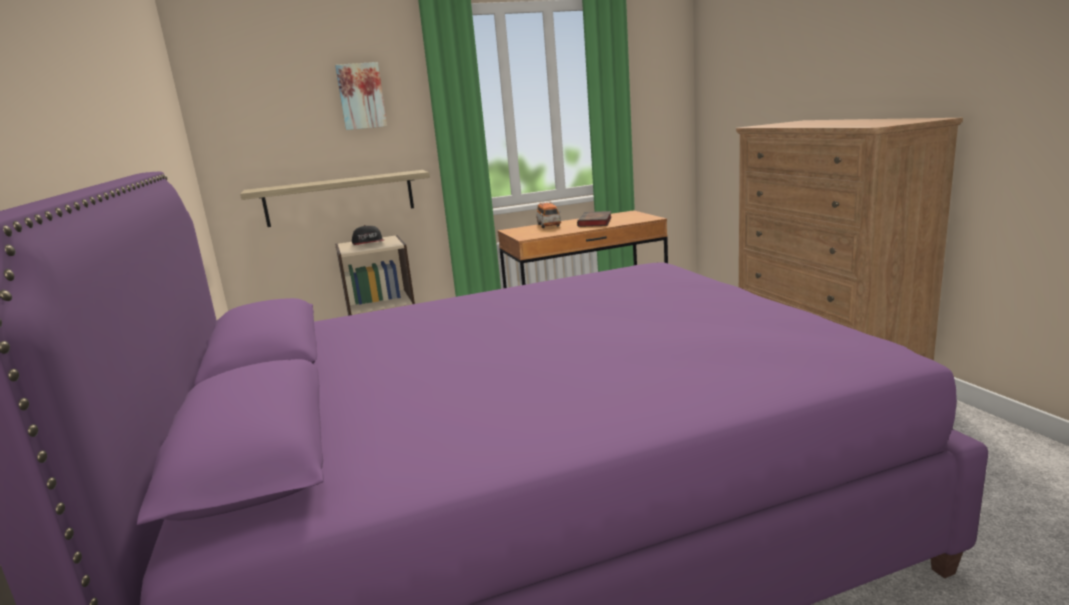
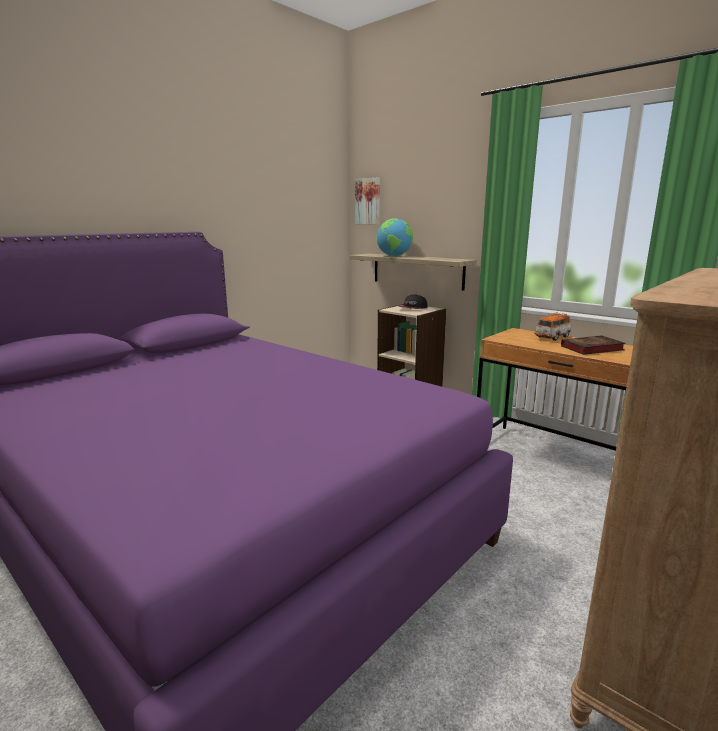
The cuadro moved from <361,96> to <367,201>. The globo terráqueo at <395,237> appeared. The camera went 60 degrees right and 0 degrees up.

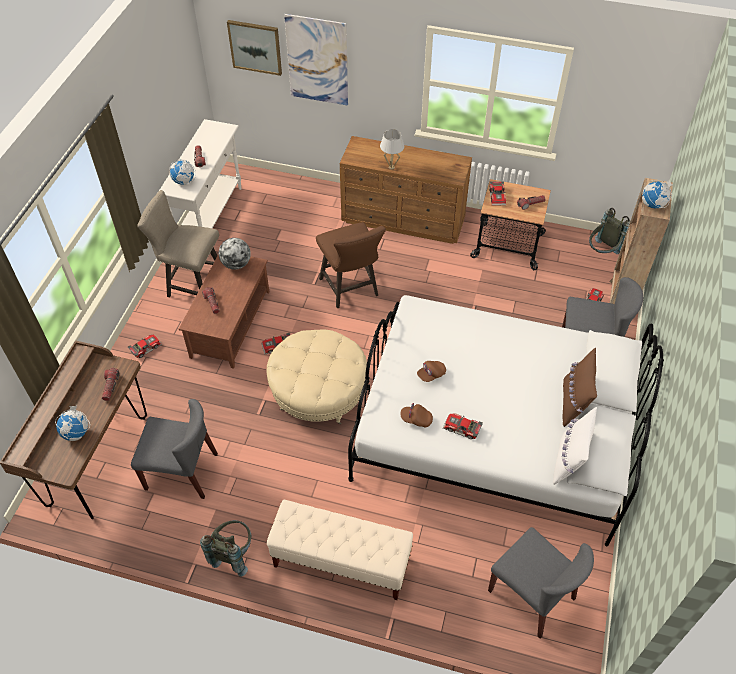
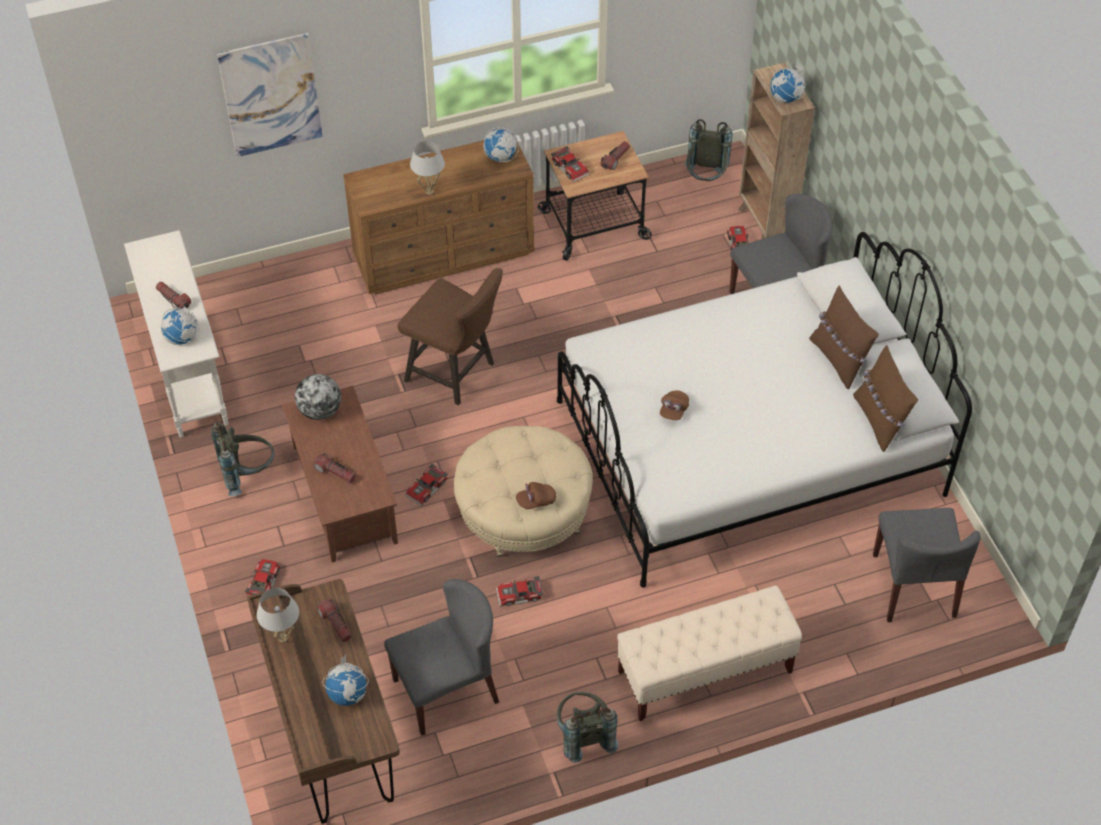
The taburete [beis] at <178,243> was replaced by the mochila [gris] at <242,459>. The lámpara de mesa [blanco] at <278,615> appeared. The globo terráqueo at <501,144> appeared. The coche de juguete moved from <463,426> to <519,591>. The gorra [marrón] moved from <416,415> to <536,495>. The cojín [blanco] at <575,446> became the cojín [marrón] at <885,398>. The silla [gris] at <541,583> turned 75 degrees clockwise. The cuadro at <254,48> disappeared. The camera went 35 degrees left and 0 degrees up.

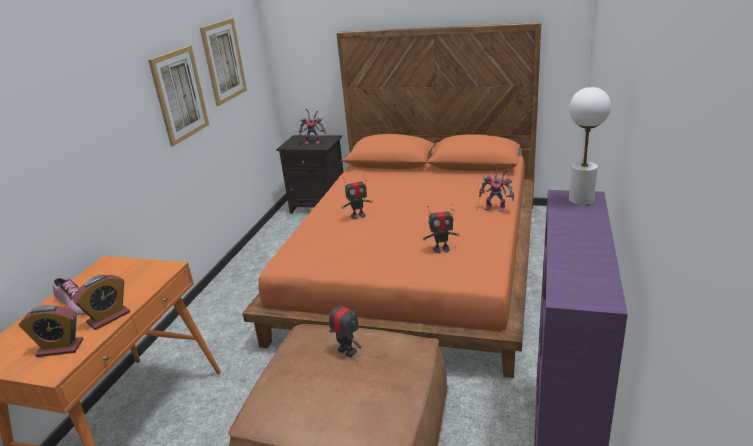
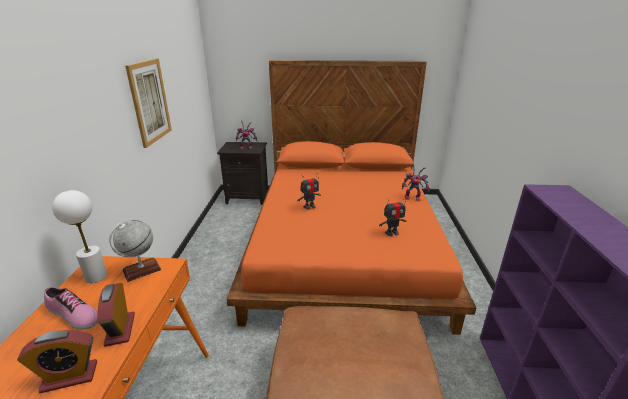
The lámpara de mesa [blanco] moved from <590,146> to <80,236>. The despertador at <101,302> turned 135 degrees clockwise. The globo terráqueo at <135,251> appeared. The cuadro at <223,62> disappeared. The robot de juguete at <345,327> disappeared. The camera went 15 degrees left and 0 degrees up.

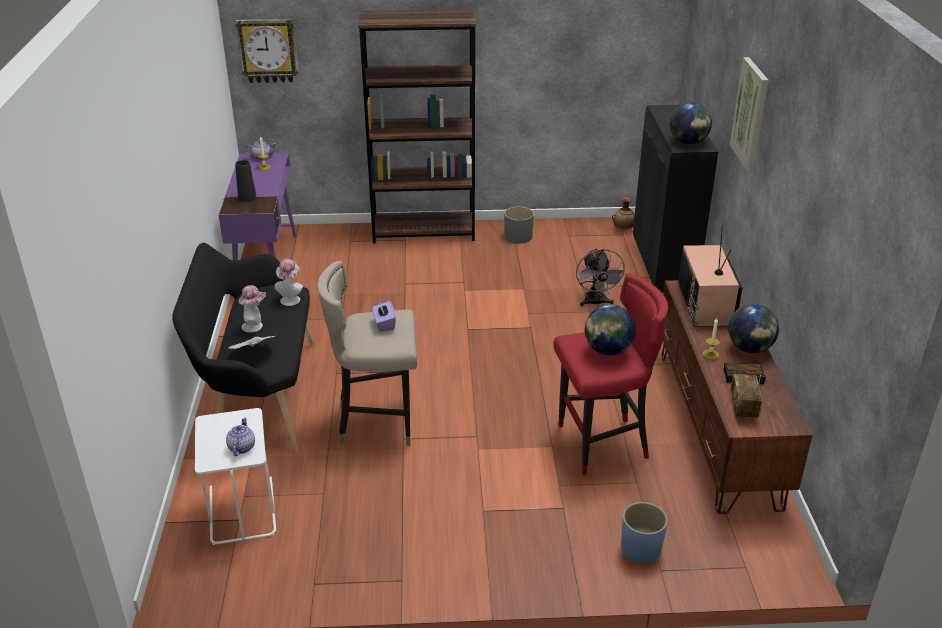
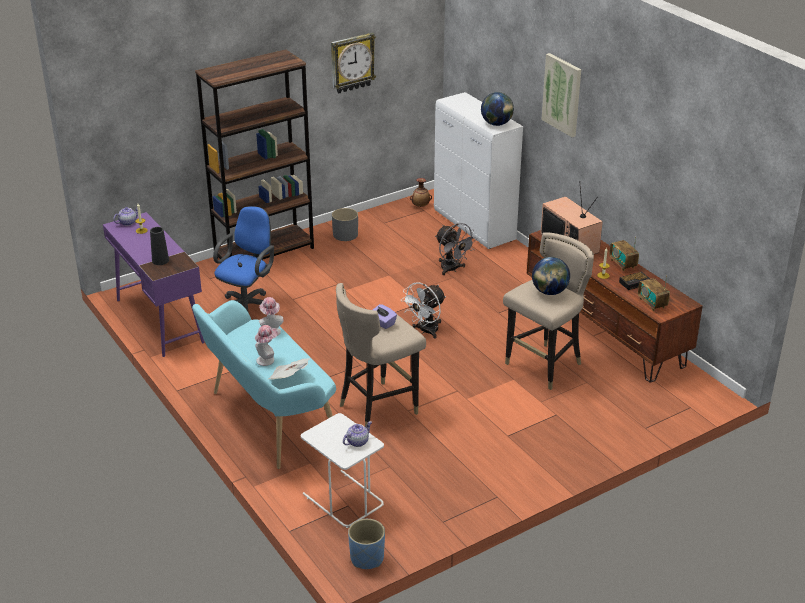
The banco [negro] at <243,347> became the banco [turquesa] at <264,384>. The silla de oficina [azul] at <243,259> appeared. The reloj de pared moved from <267,51> to <353,63>. The tetera at <240,436> turned 75 degrees clockwise. The maceta [azul] moved from <644,533> to <366,544>. The ventilador [blanco] at <423,310> appeared. The armario [negro] at <675,199> became the armario [blanco] at <478,170>. The taburete [rojo] at <611,375> became the taburete [beis] at <548,311>. The globo terráqueo at <753,328> was replaced by the radio at <624,254>. The camera went 30 degrees left and 0 degrees up.

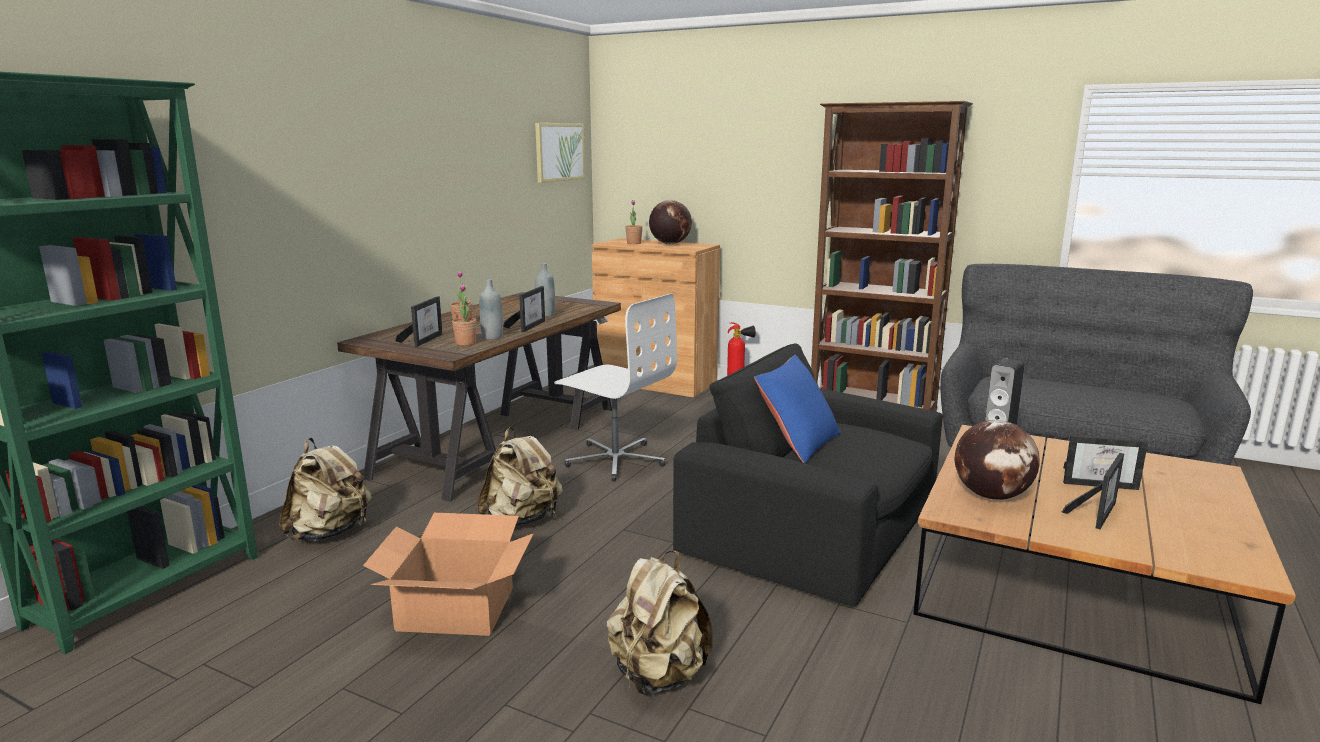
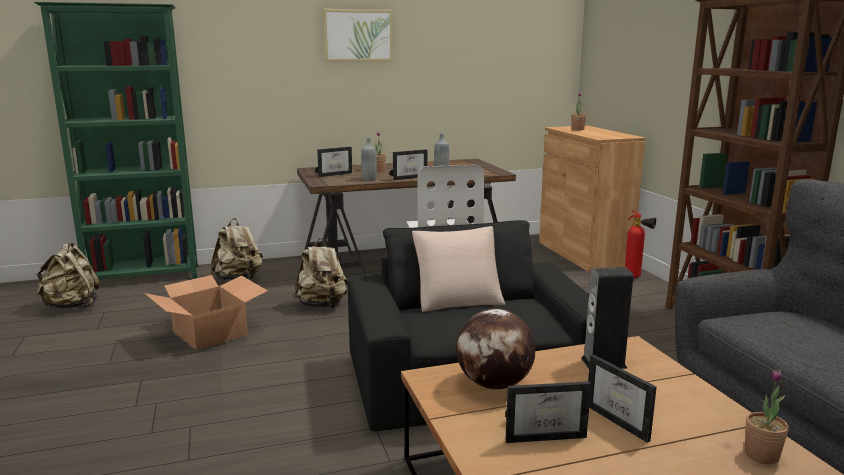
The mochila [beis] moved from <660,623> to <68,275>. The cuadro moved from <560,153> to <357,35>. The cojín [azul] at <797,409> became the cojín [beis] at <458,269>. The planta en maceta moved from <464,315> to <767,416>. The globo terráqueo at <670,222> disappeared. The camera went 45 degrees right and 0 degrees up.

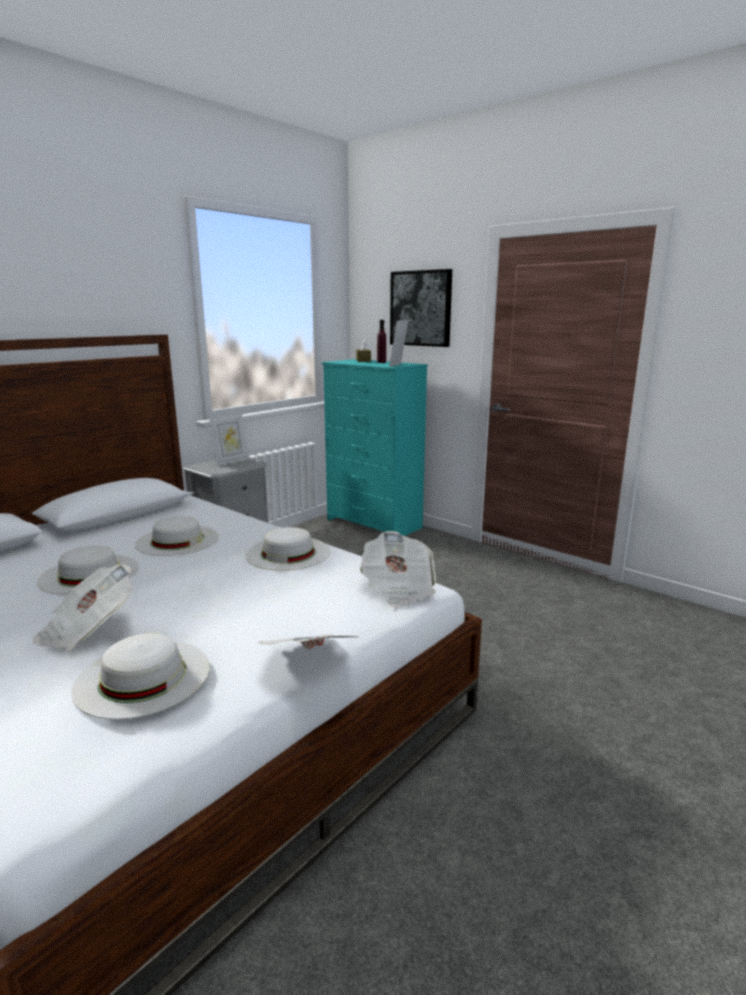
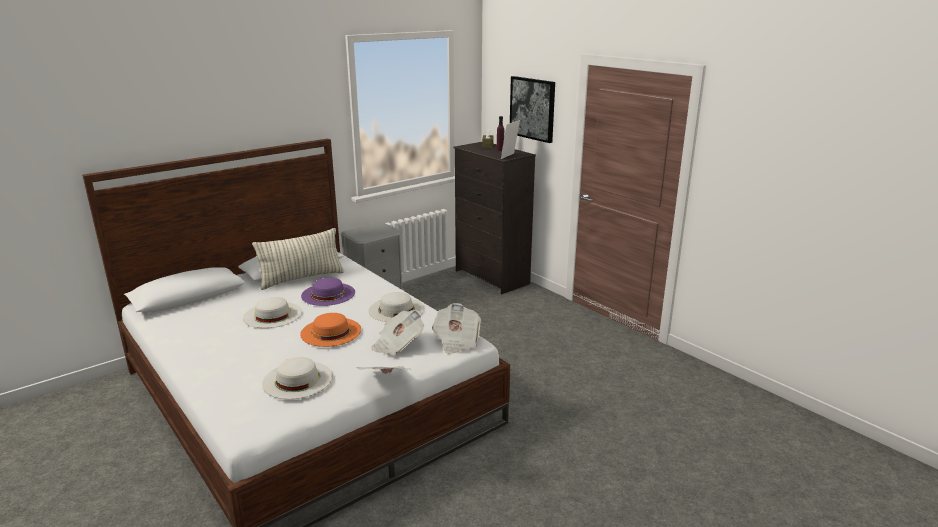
The cojín at <298,259> appeared. The sombrero [naranja] at <330,330> appeared. The sombrero [blanco] at <177,536> became the sombrero [morado] at <328,292>. The periódico moved from <83,607> to <397,333>. The cómoda [turquesa] at <375,447> became the cómoda [negro] at <494,218>. The portarretratos at <229,439> disappeared. The camera went 10 degrees right and 5 degrees up.

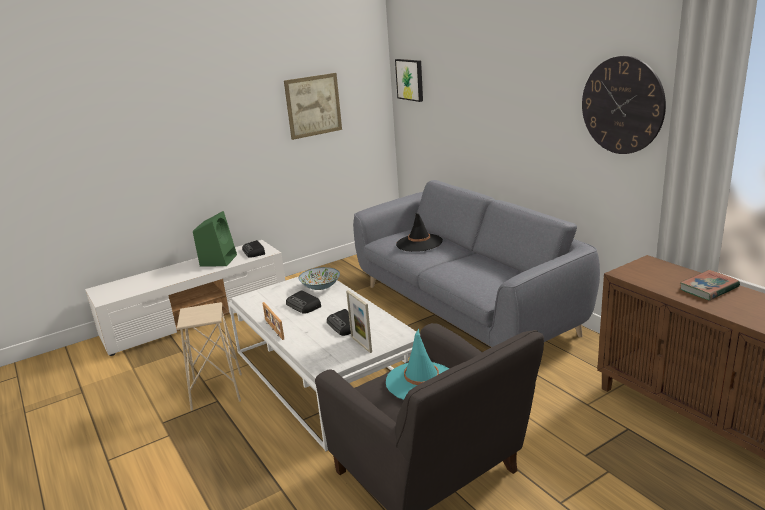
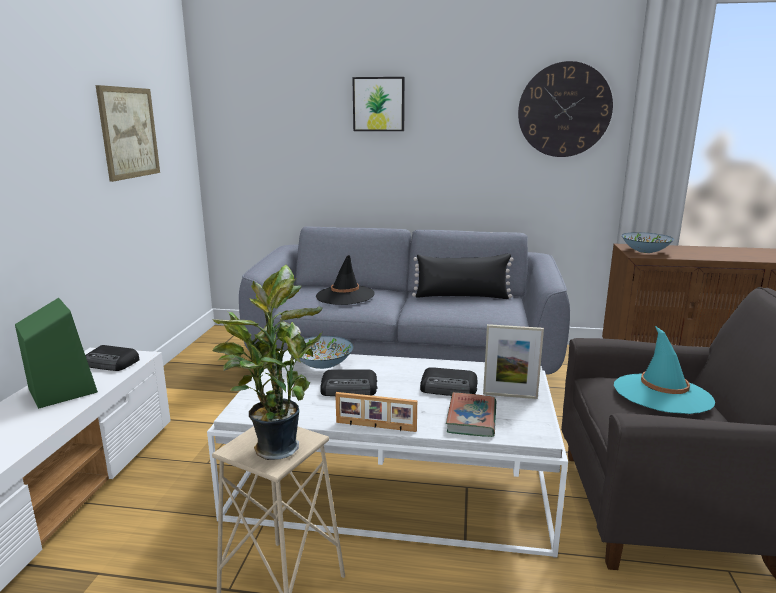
The planta en maceta at <267,362> appeared. The cuadro moved from <409,80> to <378,104>. The cojín [negro] at <463,276> appeared. The libro moved from <710,285> to <471,414>. The cuenco at <648,242> appeared. The camera went 50 degrees left and 5 degrees down.

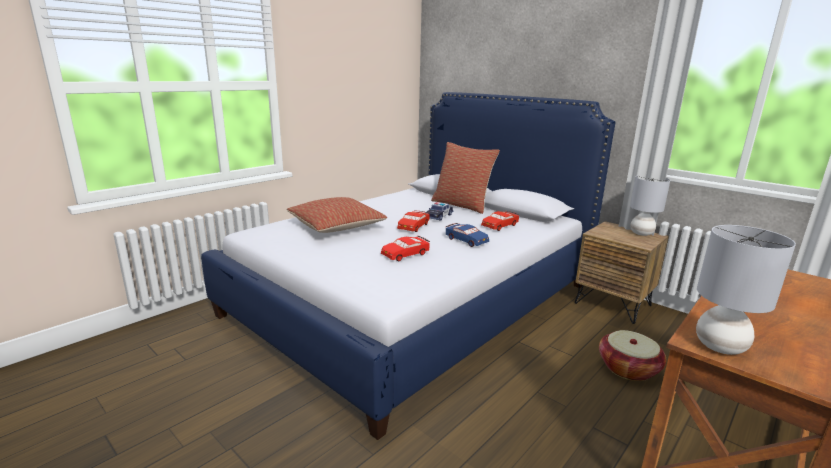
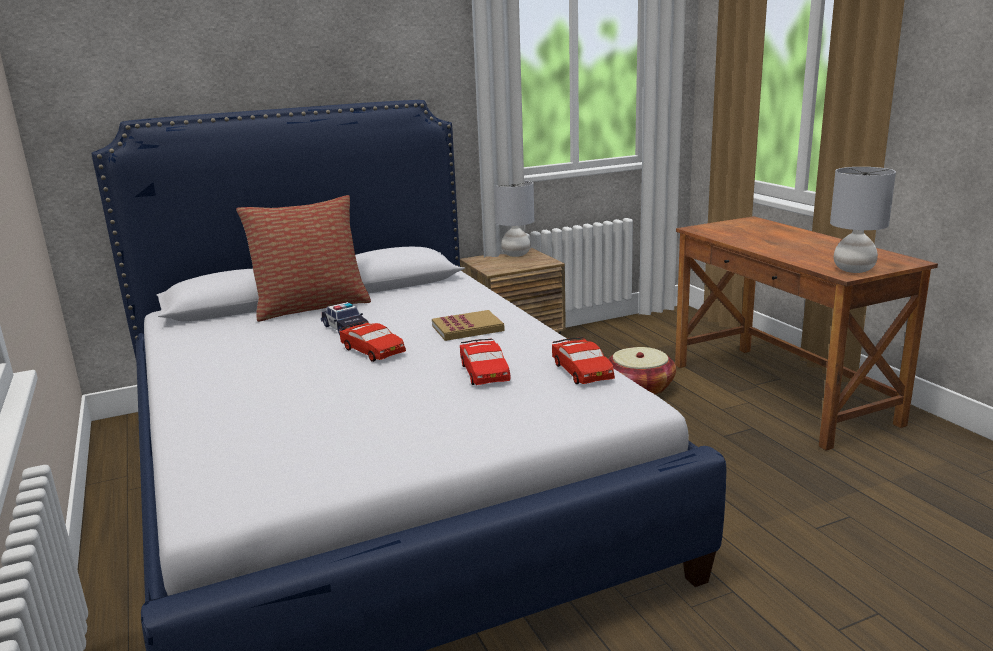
The coche de juguete [azul] at <467,235> was replaced by the libro at <468,325>. The coche de juguete [rojo] moved from <500,221> to <583,360>. The cojín at <337,215> disappeared. The camera went 65 degrees left and 0 degrees up.

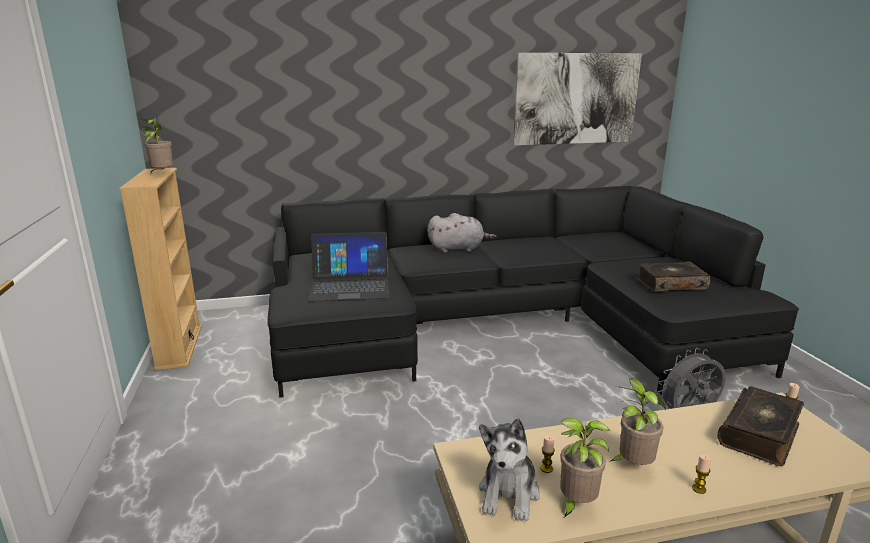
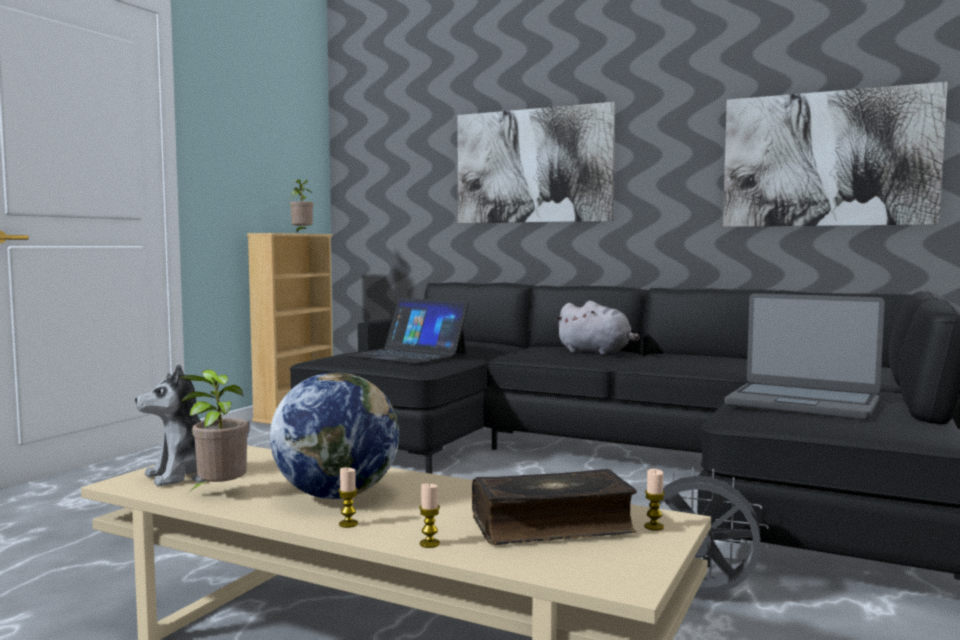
The planta en maceta at <637,421> was replaced by the globo terráqueo at <334,435>. The vela moved from <547,454> to <429,515>. The cuadro at <536,162> appeared. The libro at <673,276> was replaced by the portátil at <804,356>. The camera went 40 degrees right and 15 degrees down.

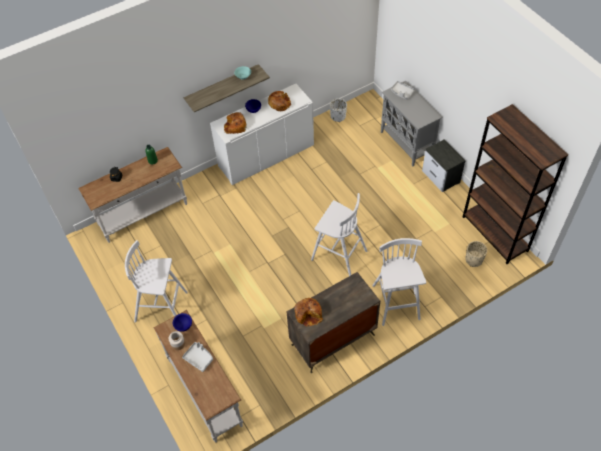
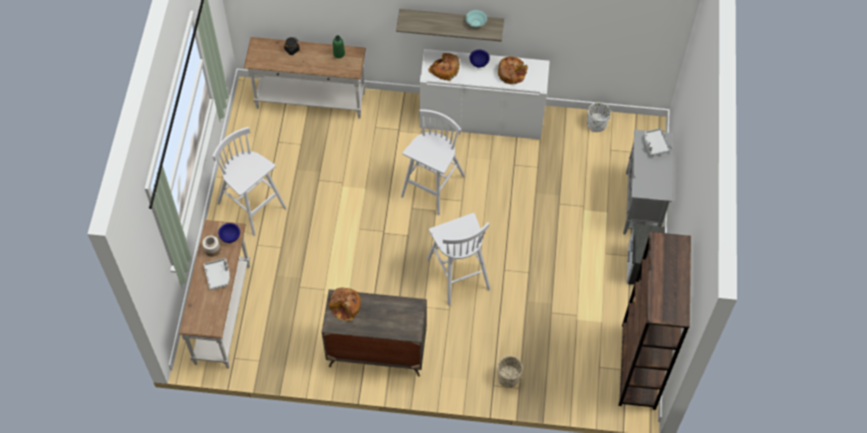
The taburete [blanco] moved from <399,282> to <433,162>. The maceta [beis] moved from <476,254> to <510,372>. The camera went 35 degrees right and 5 degrees up.

